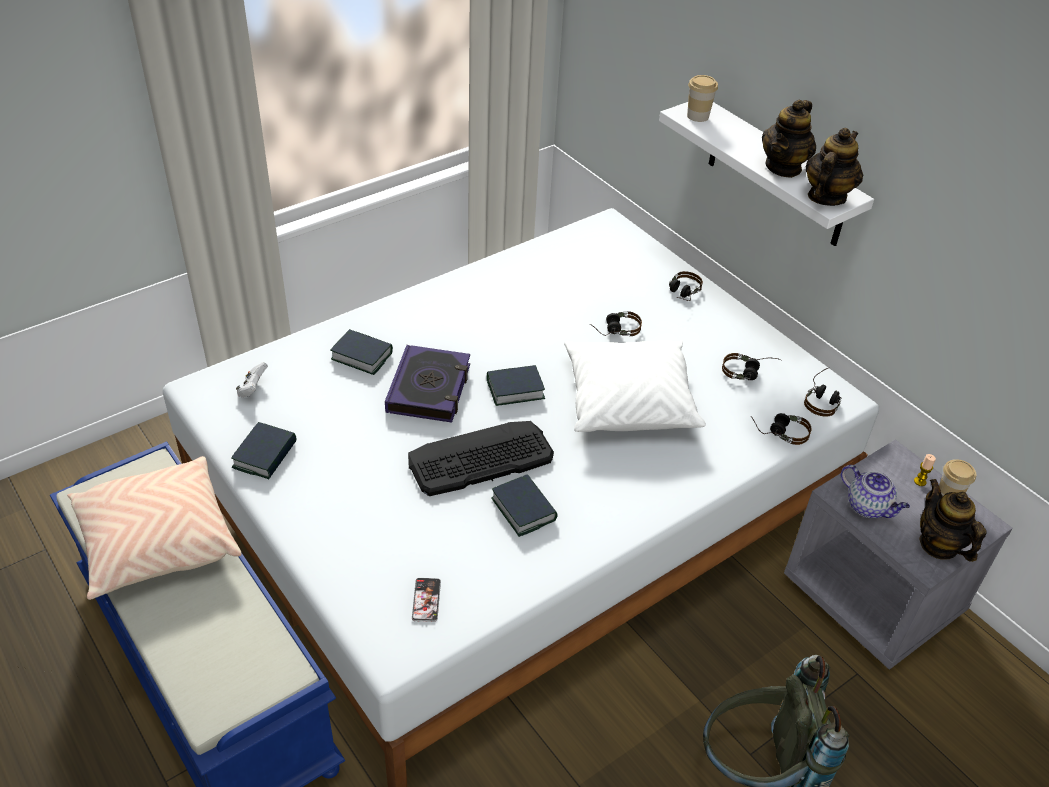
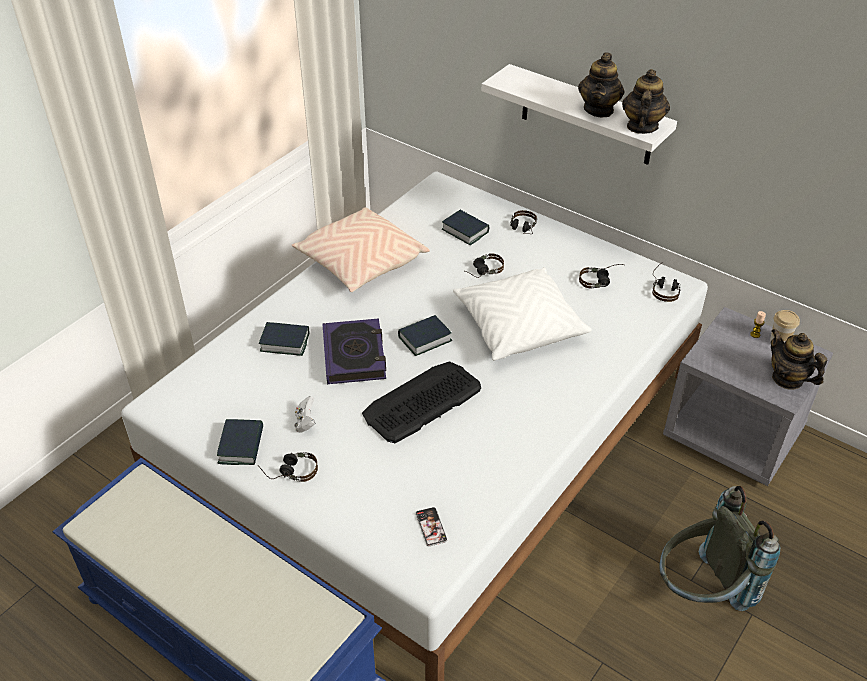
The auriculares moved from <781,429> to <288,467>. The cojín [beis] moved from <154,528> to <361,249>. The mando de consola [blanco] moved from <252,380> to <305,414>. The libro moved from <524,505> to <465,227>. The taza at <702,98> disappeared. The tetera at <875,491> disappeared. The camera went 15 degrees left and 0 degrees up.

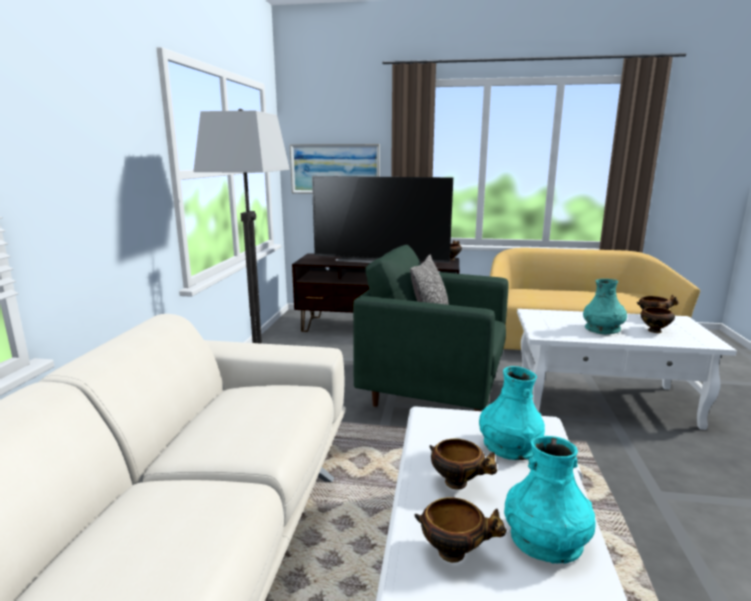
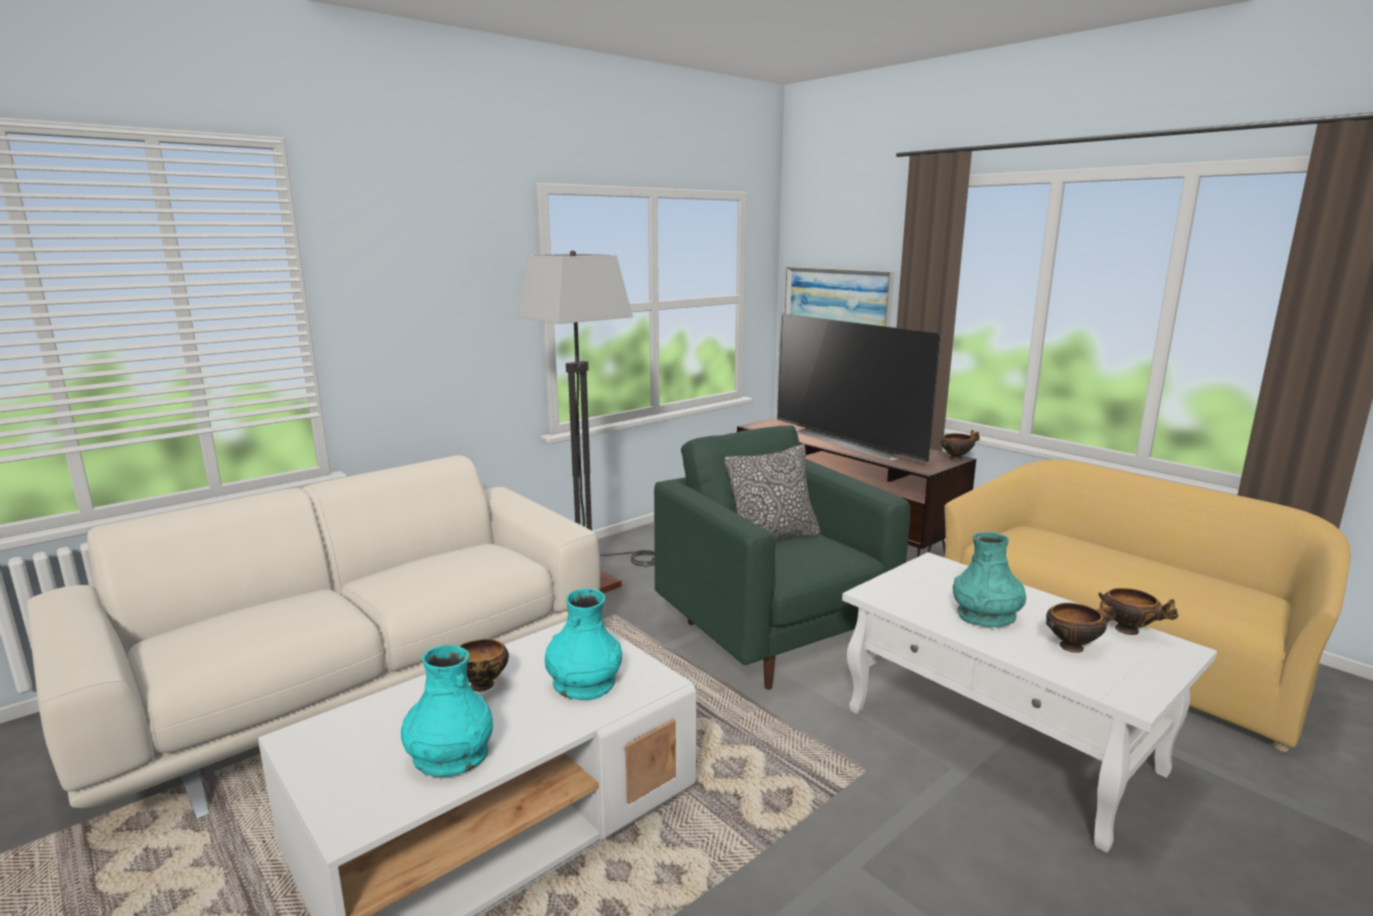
The cuenco at <461,530> disappeared. The camera went 40 degrees right and 0 degrees up.

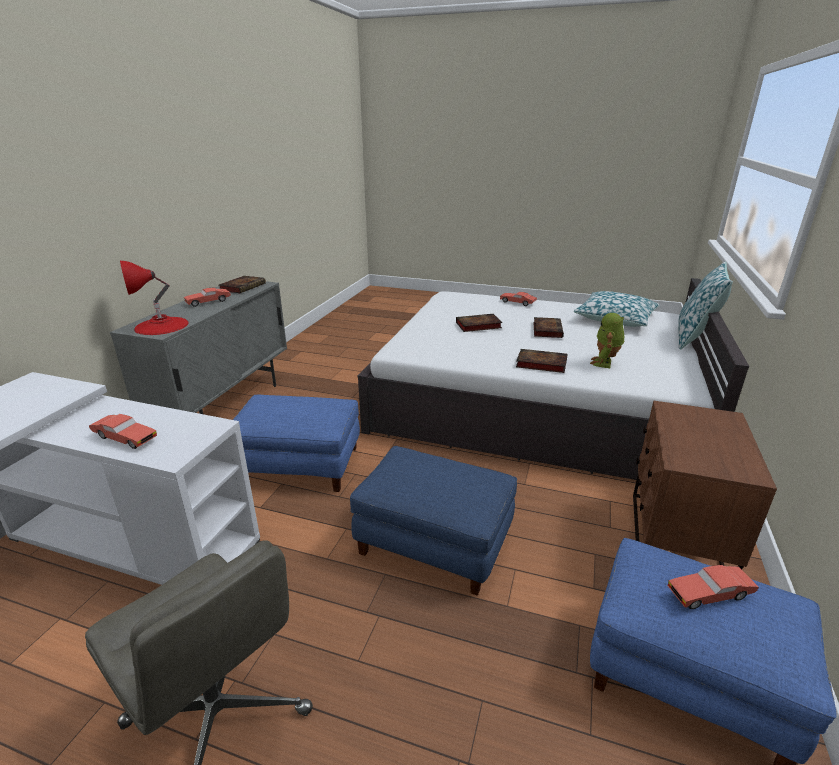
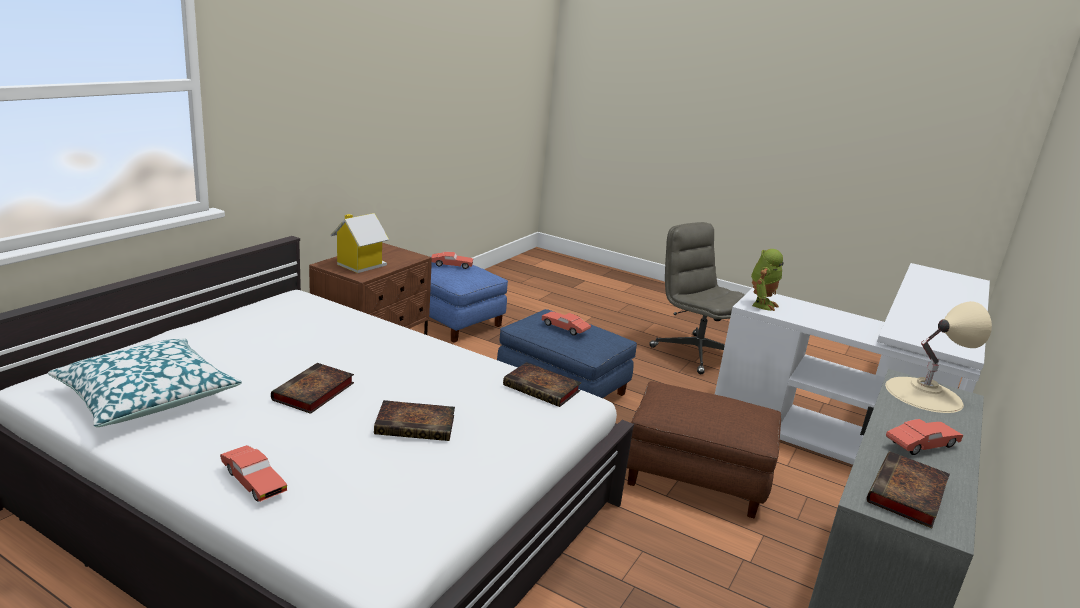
The casita at <360,243> appeared. The libro moved from <542,361> to <542,384>. The coche de juguete [rojo] moved from <123,431> to <566,323>. The puf [azul] at <296,443> became the puf [marrón] at <704,449>. The robot de juguete moved from <607,340> to <767,280>. The lámpara de mesa [rojo] at <154,298> became the lámpara de mesa [beis] at <938,357>. The cojín at <705,306> disappeared. The camera went 170 degrees left and 5 degrees down.

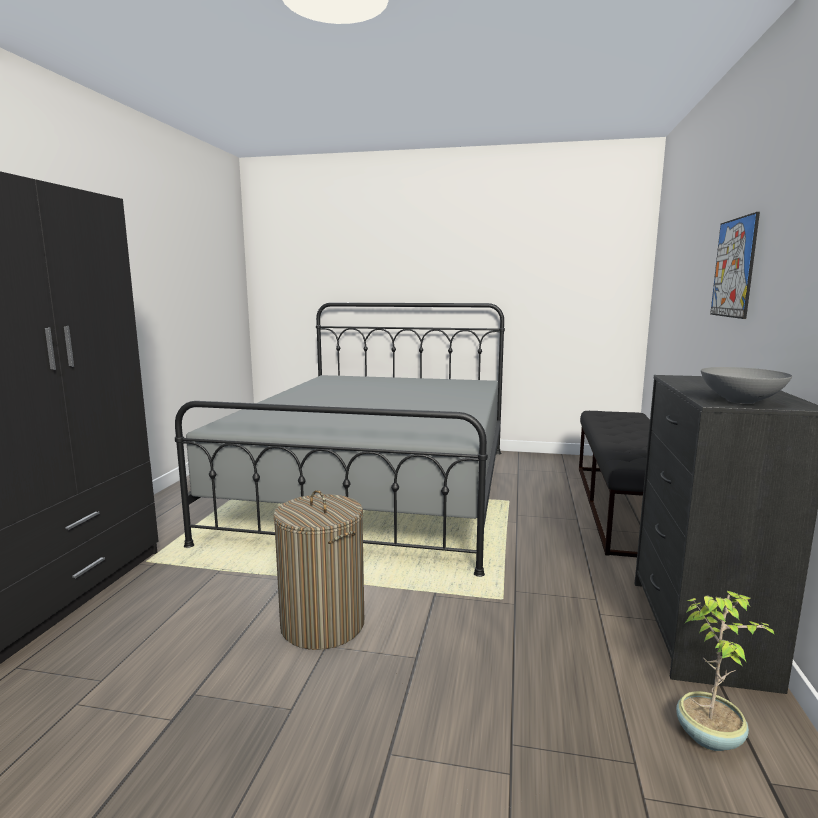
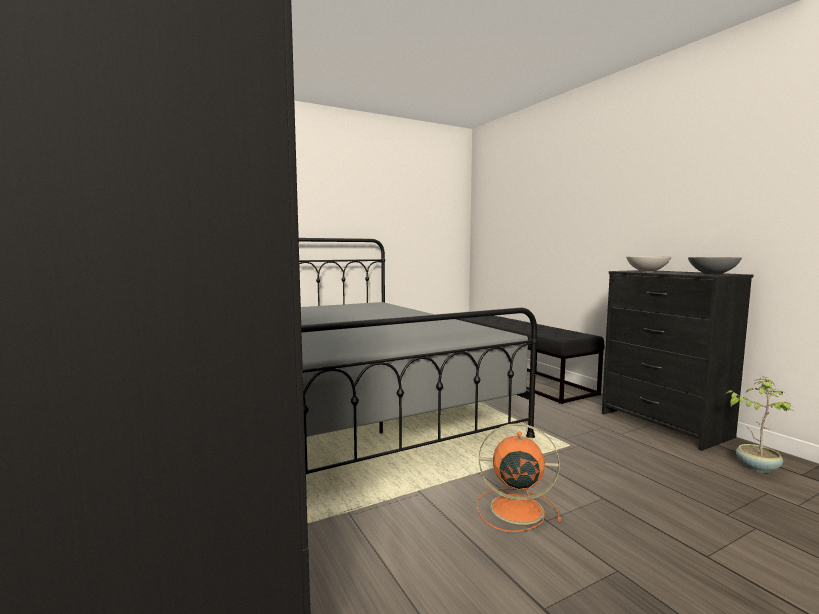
The cesto de la ropa at <318,570> was replaced by the ventilador [naranja] at <519,477>. The cuenco [blanco] at <648,264> appeared. The cuadro at <735,265> disappeared. The camera went 40 degrees left and 5 degrees down.

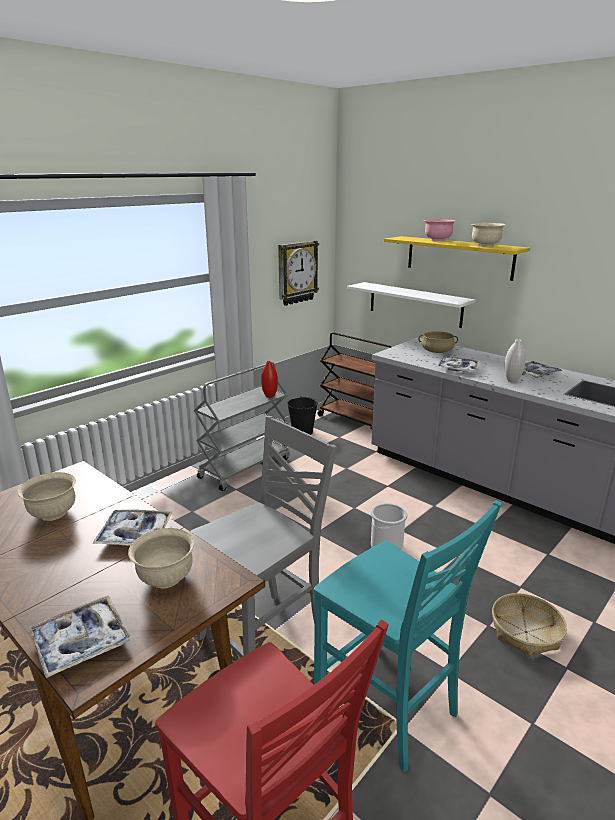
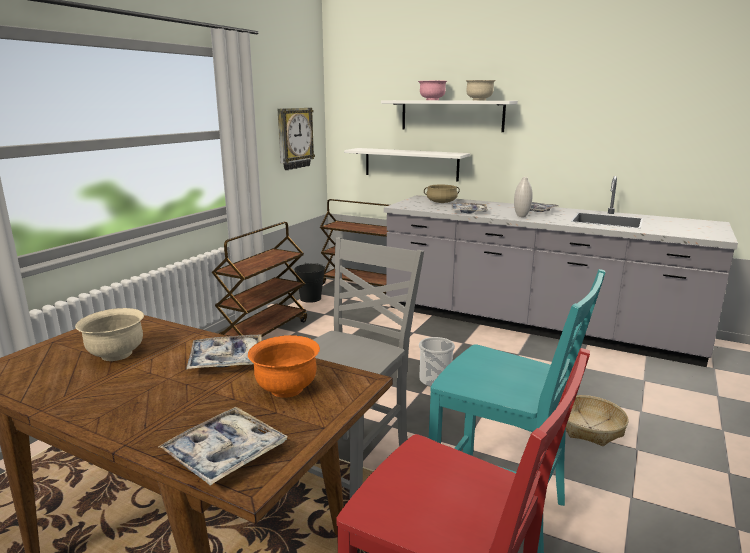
The carrito [gris] at <242,426> became the carrito [marrón] at <259,279>. The cuenco [beis] at <161,558> became the cuenco [naranja] at <284,366>. The estante [amarillo] at <457,258> became the estante [blanco] at <449,116>. The florero [rojo] at <269,379> disappeared. The camera went 15 degrees left and 5 degrees down.

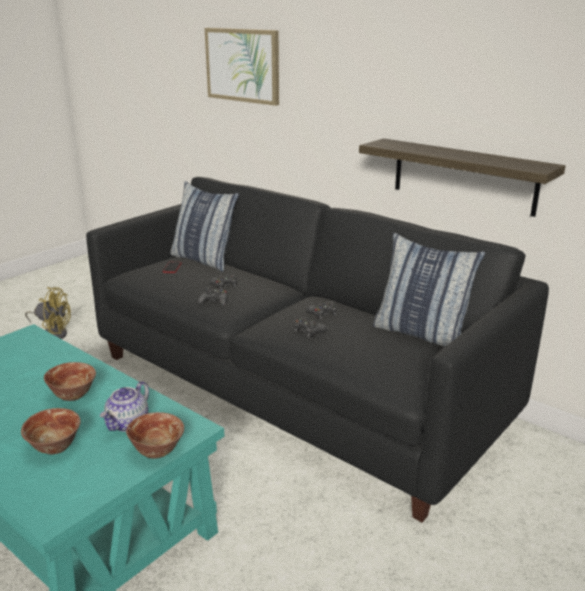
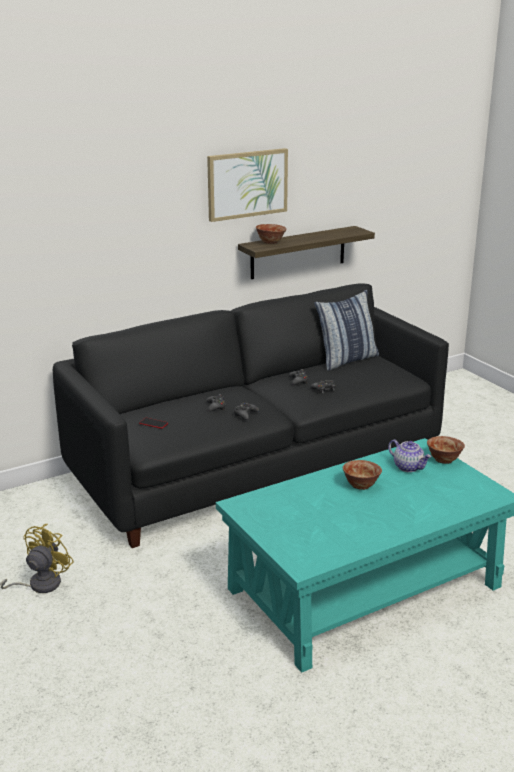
The cuadro moved from <242,67> to <247,185>. The cuenco moved from <51,431> to <271,234>. The cojín at <205,226> disappeared. The camera went 70 degrees left and 0 degrees up.

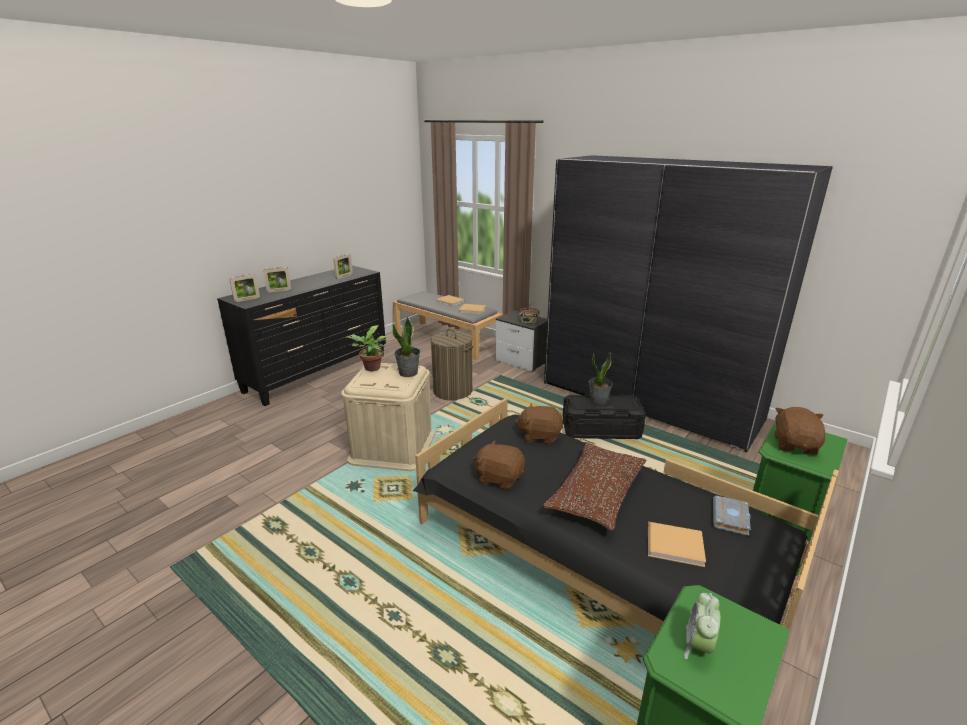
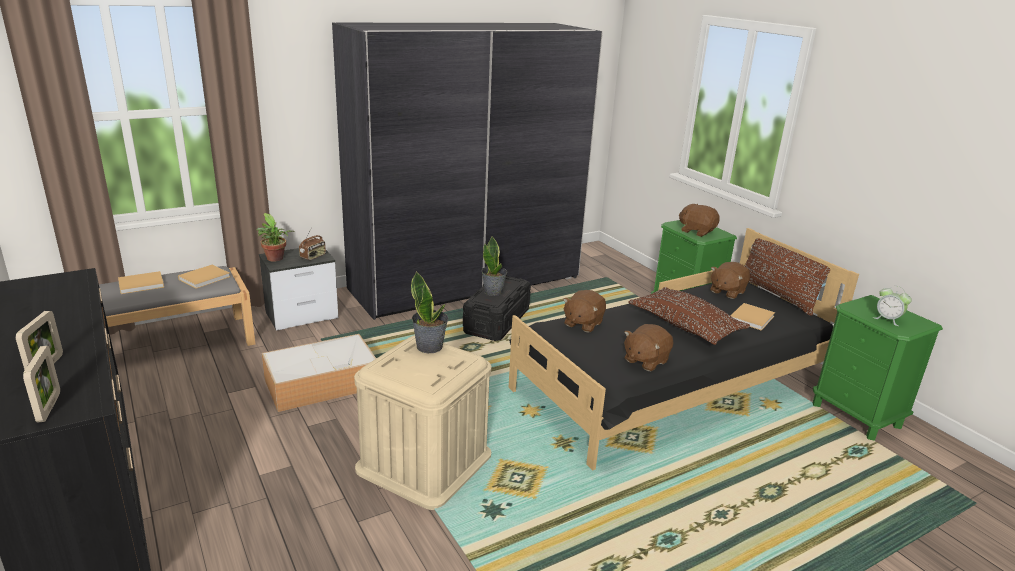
The planta en maceta moved from <366,348> to <275,237>. The cesto de la ropa at <452,364> was replaced by the caja de almacenaje at <319,373>. The libro [gris] at <732,516> was replaced by the peluche [marrón] at <730,280>. The cojín [marrón] at <787,277> appeared. The portarretratos at <343,266> disappeared. The camera went 70 degrees left and 0 degrees up.

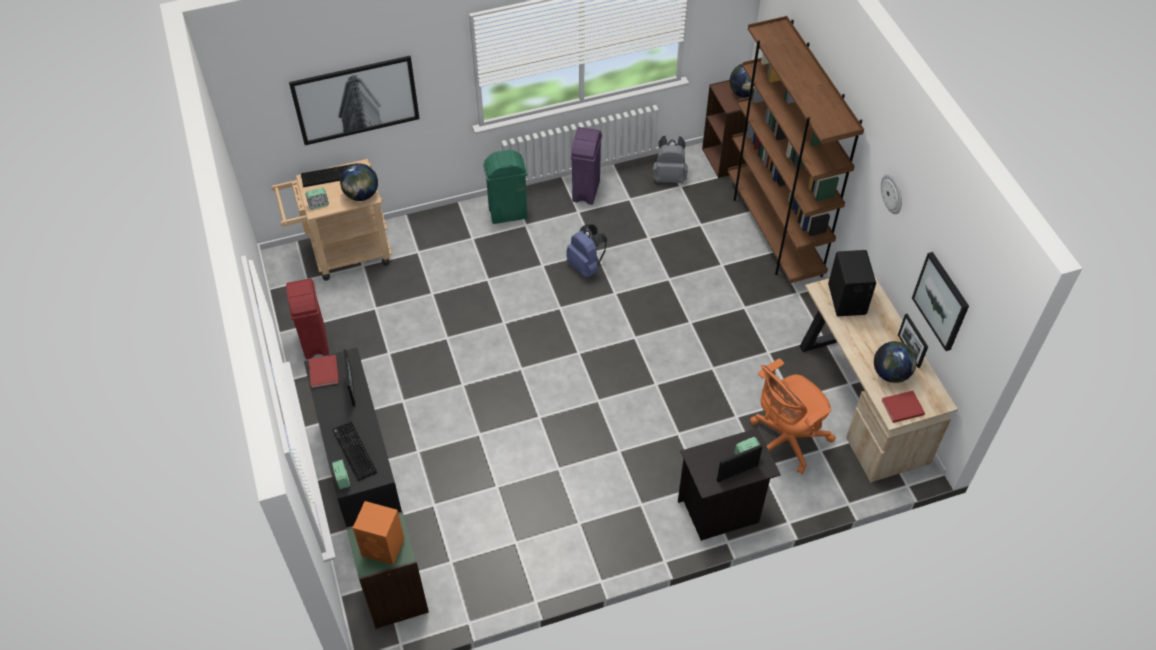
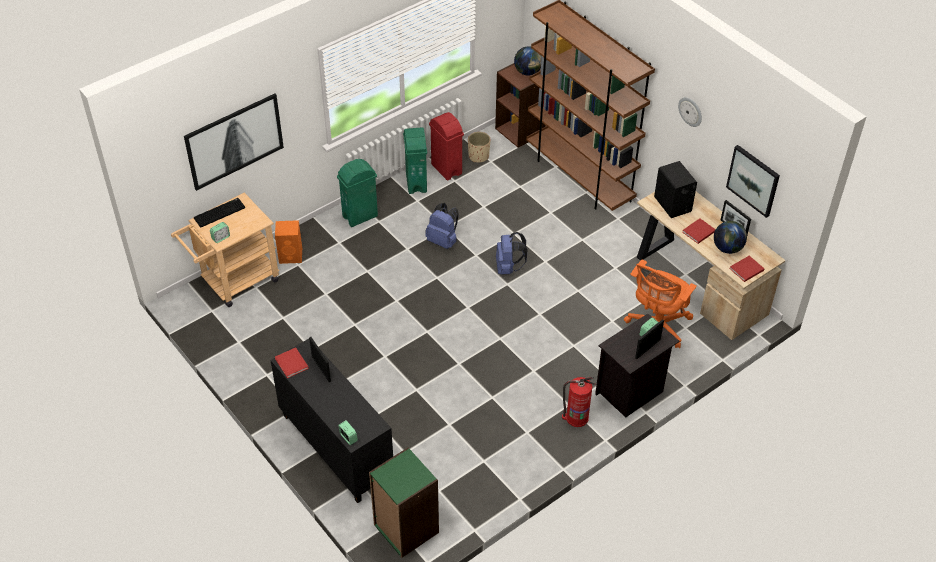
The altavoz [naranja] moved from <379,533> to <288,242>. The papelera [morado] at <586,166> became the papelera [verde] at <415,160>. The papelera [rojo] moved from <307,318> to <446,146>. The mochila [gris] at <670,159> was replaced by the maceta [beis] at <479,147>. The mochila [azul] at <512,253> appeared. The extintor at <579,402> appeared. The libro [rojo] at <699,231> appeared. The teclado at <355,451> disappeared. The globo terráqueo at <359,182> disappeared. The camera went 20 degrees left and 5 degrees down.

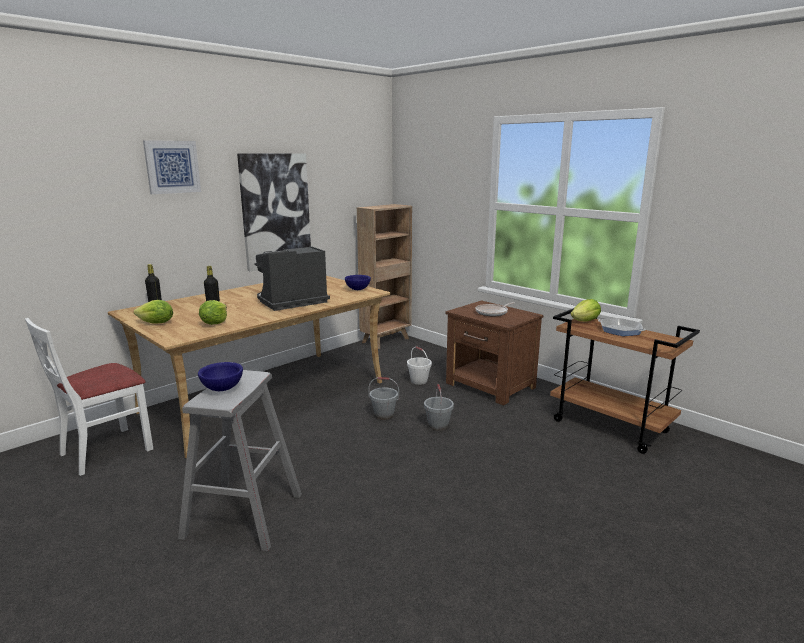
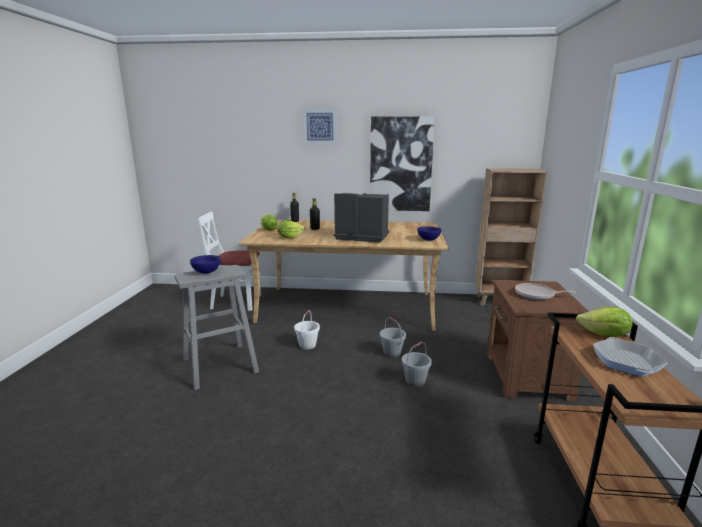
The cubo [blanco] moved from <419,365> to <307,330>. The camera went 50 degrees right and 0 degrees up.

